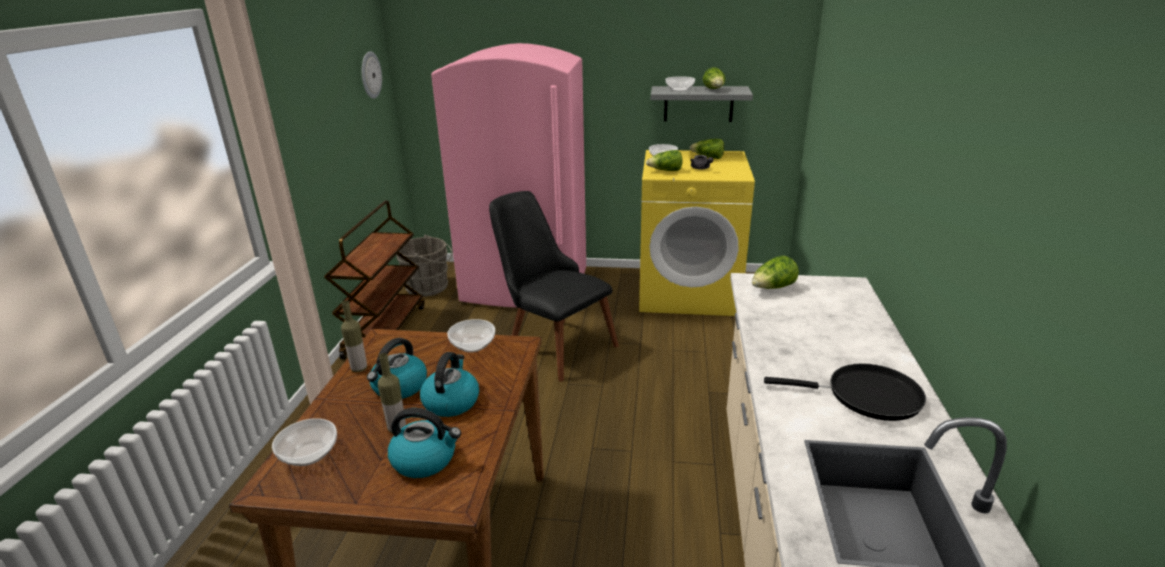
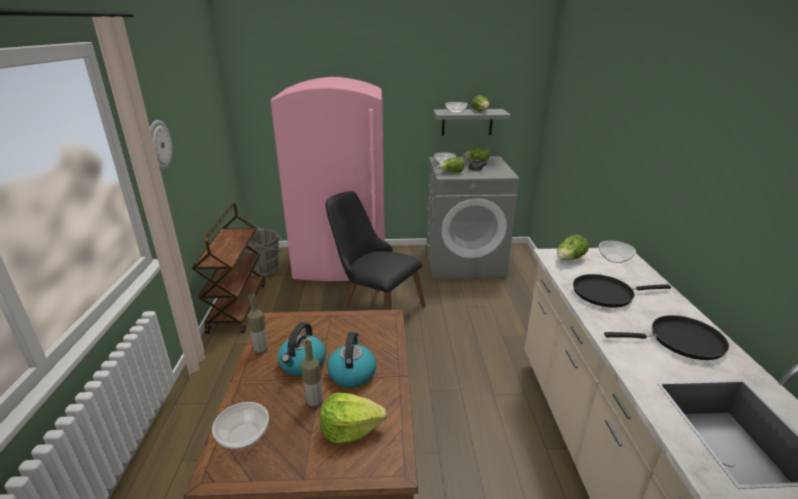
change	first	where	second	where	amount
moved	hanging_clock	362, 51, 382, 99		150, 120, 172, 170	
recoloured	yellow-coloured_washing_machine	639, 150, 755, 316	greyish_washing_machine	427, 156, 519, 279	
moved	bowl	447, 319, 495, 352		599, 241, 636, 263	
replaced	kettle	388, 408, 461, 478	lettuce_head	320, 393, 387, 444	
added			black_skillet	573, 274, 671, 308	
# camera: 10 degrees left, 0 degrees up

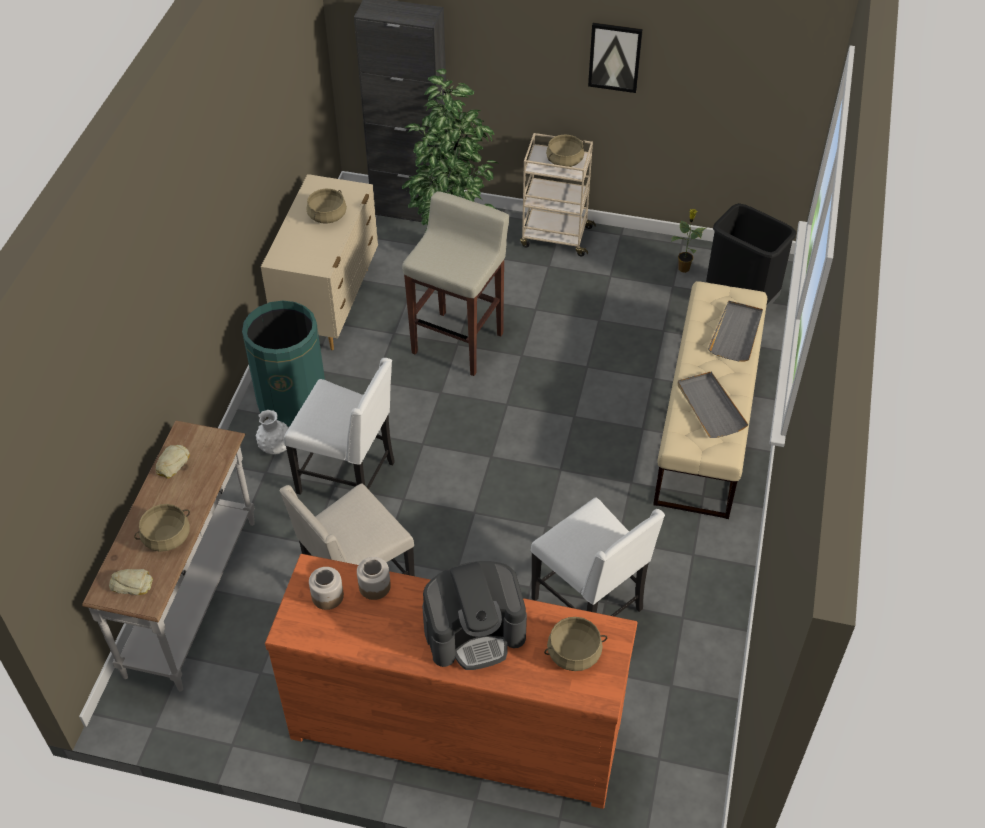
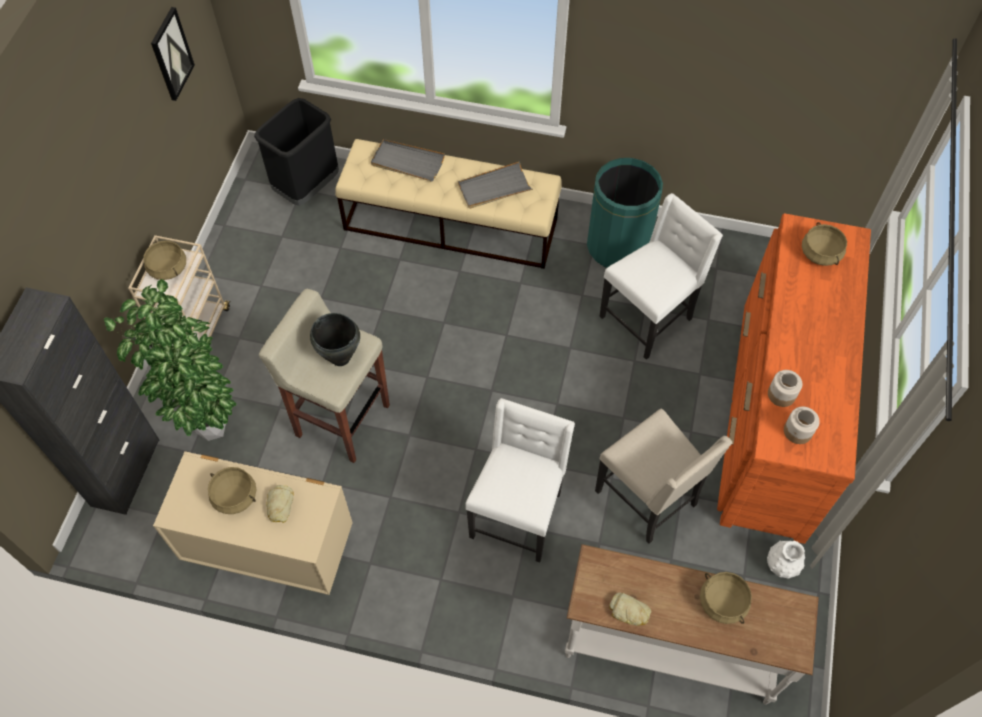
change	first	where	second	where	amount
moved	picture	588, 22, 643, 93		151, 7, 195, 101	
removed	houseplant	671, 209, 706, 273			
moved	greenish_trash_can	242, 301, 325, 427		587, 158, 663, 268	
moved	white-coloured_decorative_vase	255, 410, 288, 454		767, 541, 805, 579	
removed	coffee_machine	422, 561, 527, 670			
moved	baked_bread	109, 569, 153, 595		266, 485, 294, 523	
added			black_cooking_pot	310, 313, 360, 366	
# camera: 90 degrees left, 10 degrees up

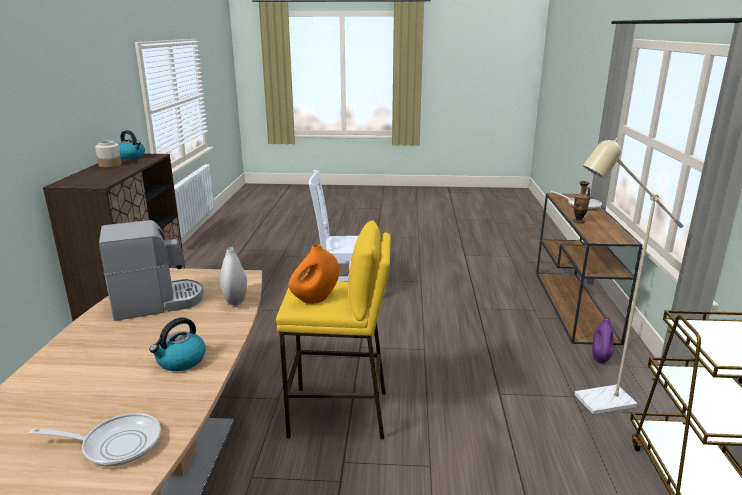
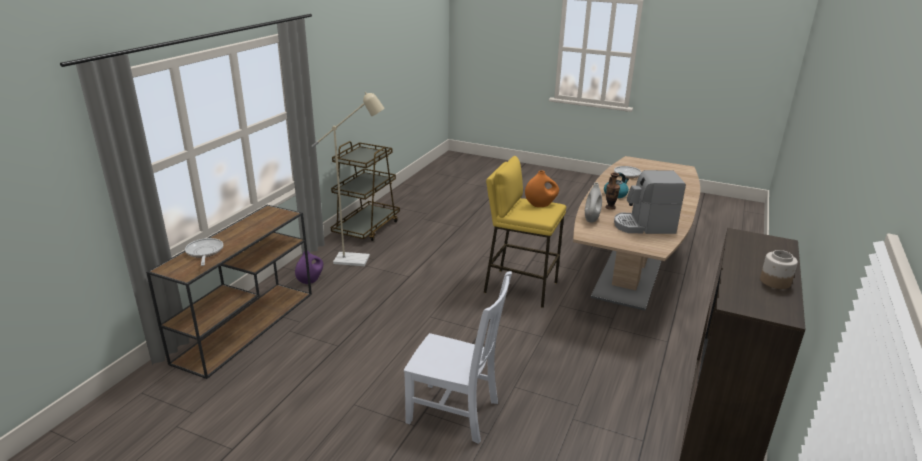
change	first	where	second	where	amount
removed	kettle	118, 130, 145, 159			
moved	decorative_vase	573, 181, 590, 224		605, 173, 620, 210	
# camera: 160 degrees left, 5 degrees up

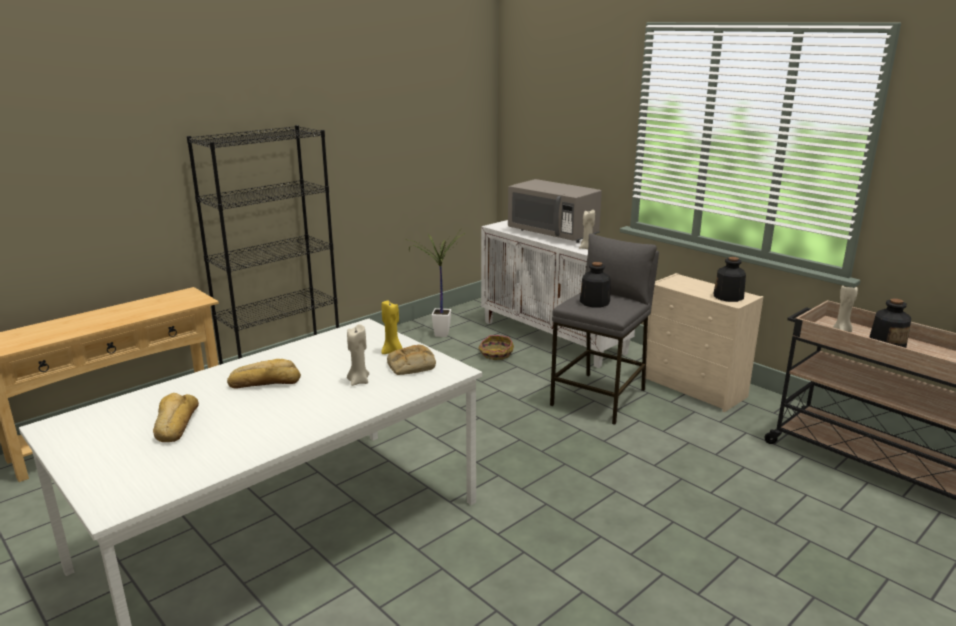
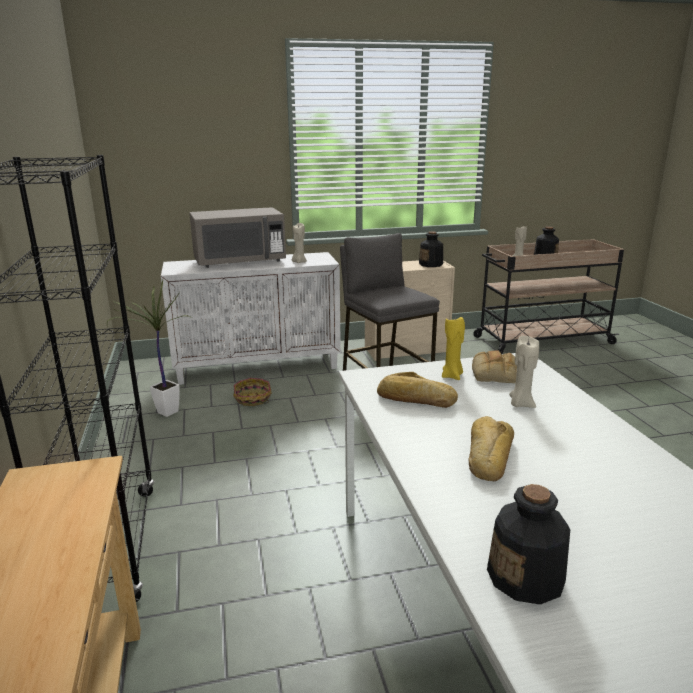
change	first	where	second	where	amount
moved	beverage_bottle	580, 262, 611, 307		487, 484, 570, 604	
moved	baked_bread	153, 393, 199, 442		377, 372, 458, 408	
# camera: 60 degrees left, 0 degrees up

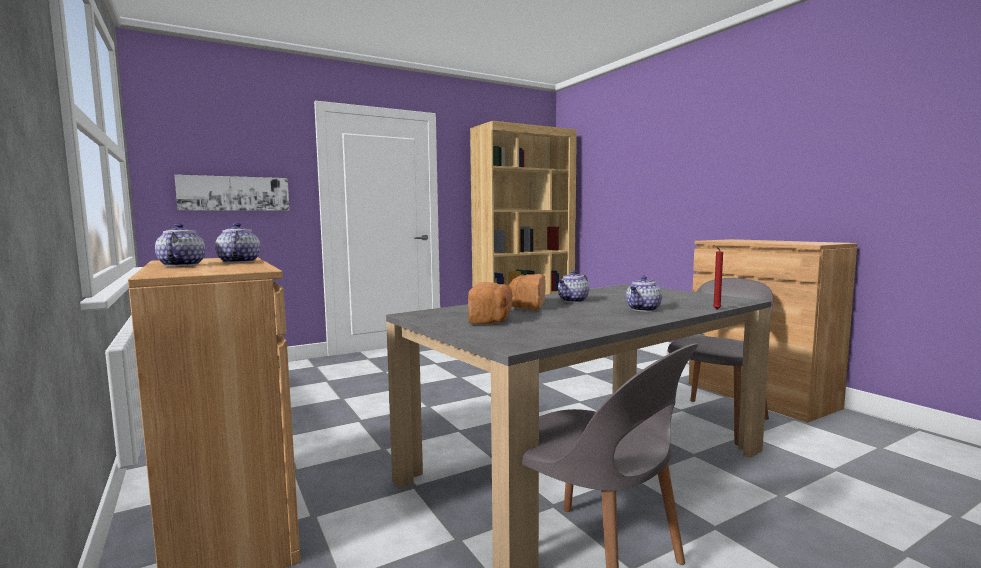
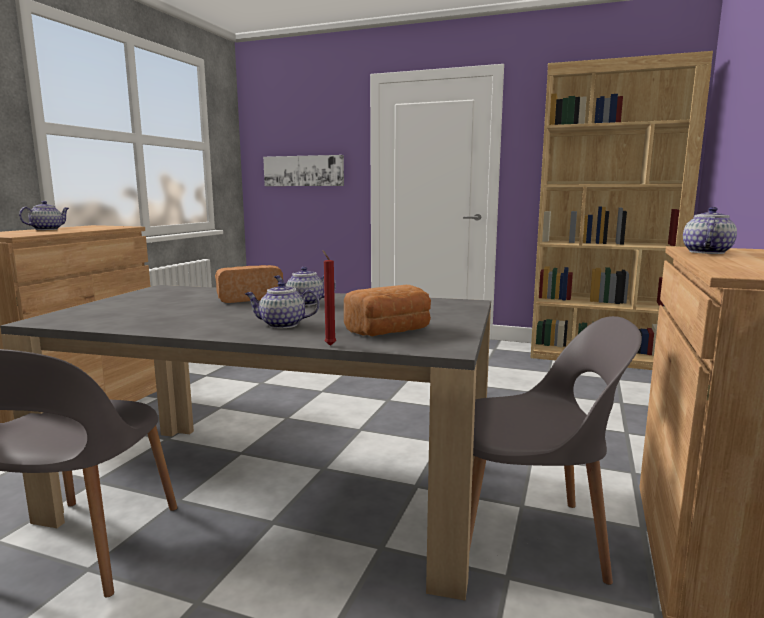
change	first	where	second	where	amount
moved	teapot	215, 223, 260, 263		683, 207, 737, 254	
moved	baked_bread	468, 282, 513, 325		344, 285, 431, 336	
# camera: 50 degrees right, 5 degrees up

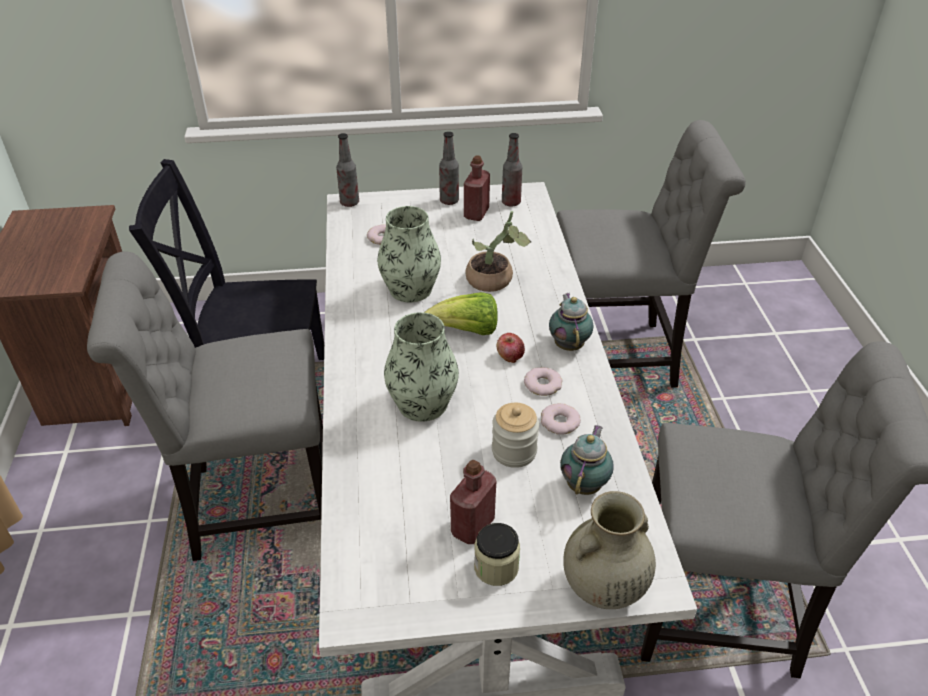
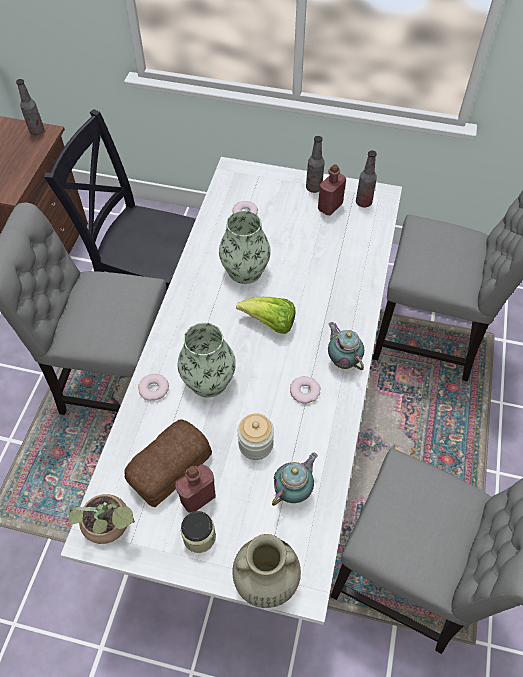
change	first	where	second	where	amount
moved	beverage_bottle	336, 133, 359, 207		16, 79, 44, 135	
moved	houseplant	465, 211, 531, 292		69, 494, 135, 544	
turned	teapot	549, 293, 593, 351		328, 322, 364, 370	45 degrees counterclockwise
removed	apple_fruit	497, 333, 525, 363			
moved	donut	541, 403, 581, 435		138, 374, 169, 401	
added			baked_bread	124, 419, 212, 507	
# camera: 20 degrees right, 15 degrees up

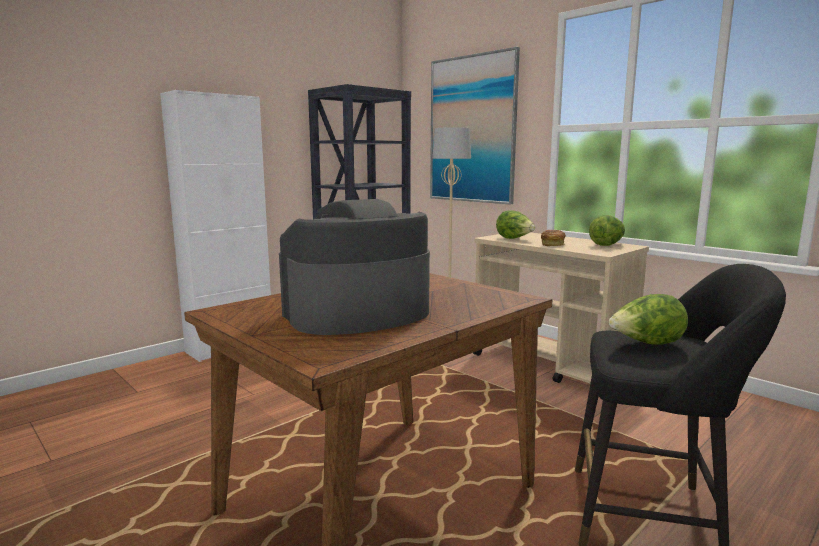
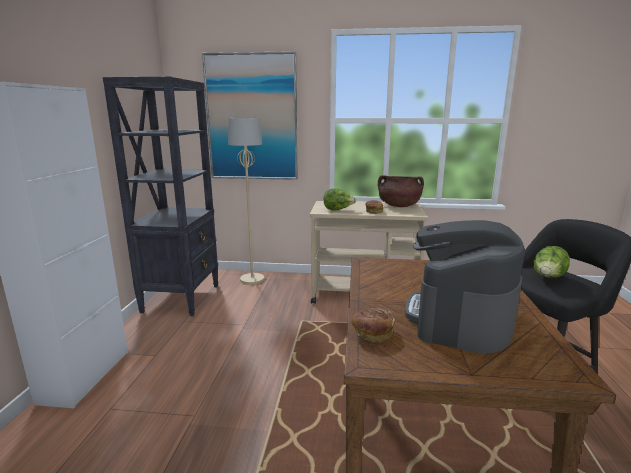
change	first	where	second	where	amount
replaced	lettuce_head	589, 215, 625, 246	brown_cooking_pot	378, 175, 424, 207	
added			baked_bread	351, 308, 395, 343	
# camera: 40 degrees left, 5 degrees up

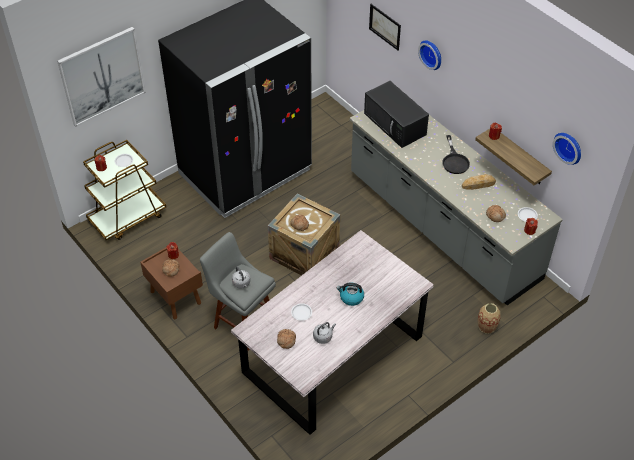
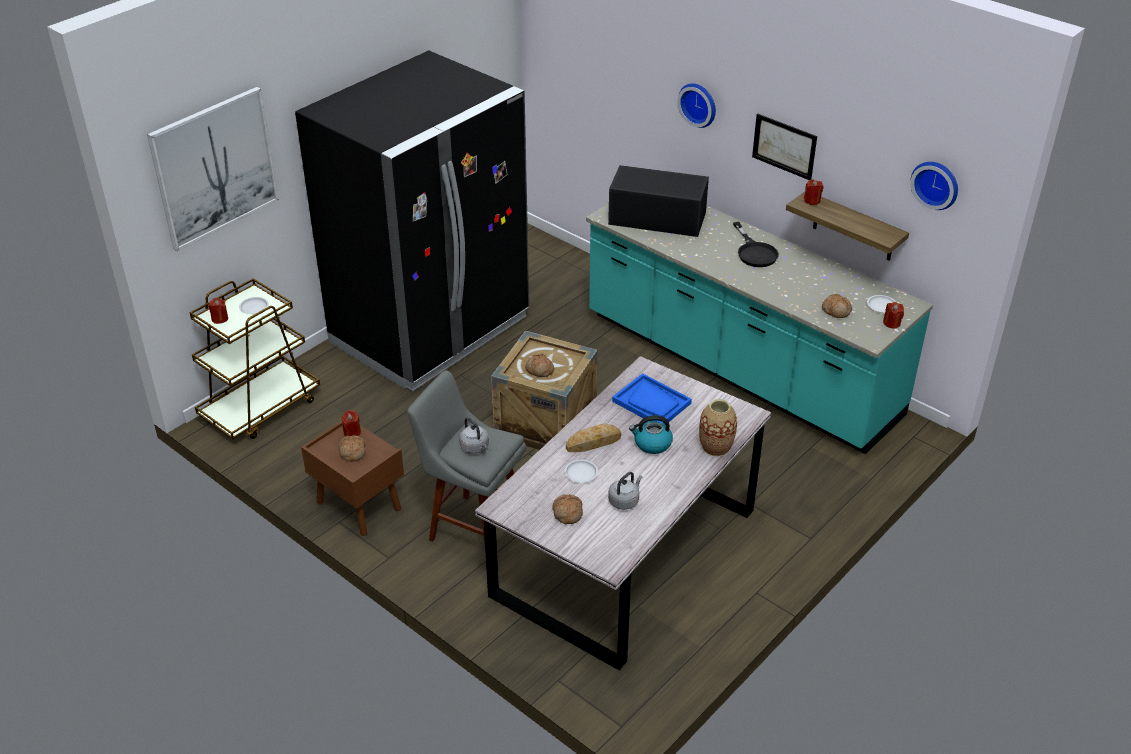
change	first	where	second	where	amount
moved	picture	369, 4, 401, 51		752, 114, 817, 180	
turned	black_kitchen_microwave	364, 81, 429, 148		608, 165, 709, 237	150 degrees clockwise
recoloured	greyish_counter	350, 110, 563, 305	turquoise_counter	586, 203, 933, 454	
moved	baked_bread	462, 174, 496, 190		566, 423, 621, 452	
moved	decorative_vase	478, 303, 500, 334		699, 399, 737, 456	
added			blue-coloured_carrying_tray	612, 373, 692, 424	
# camera: 10 degrees left, 10 degrees down

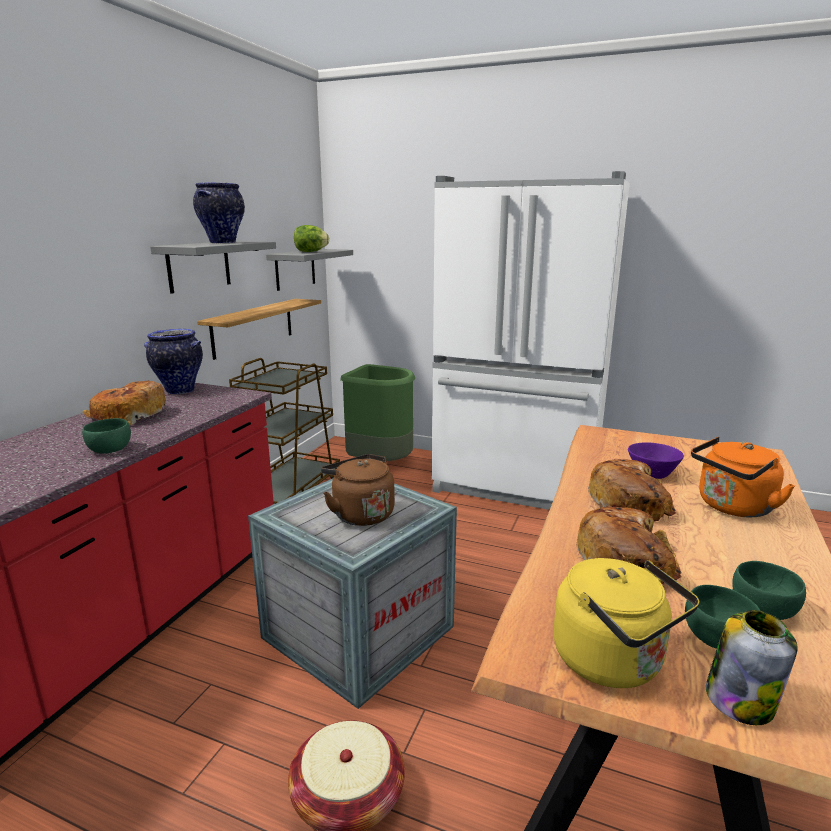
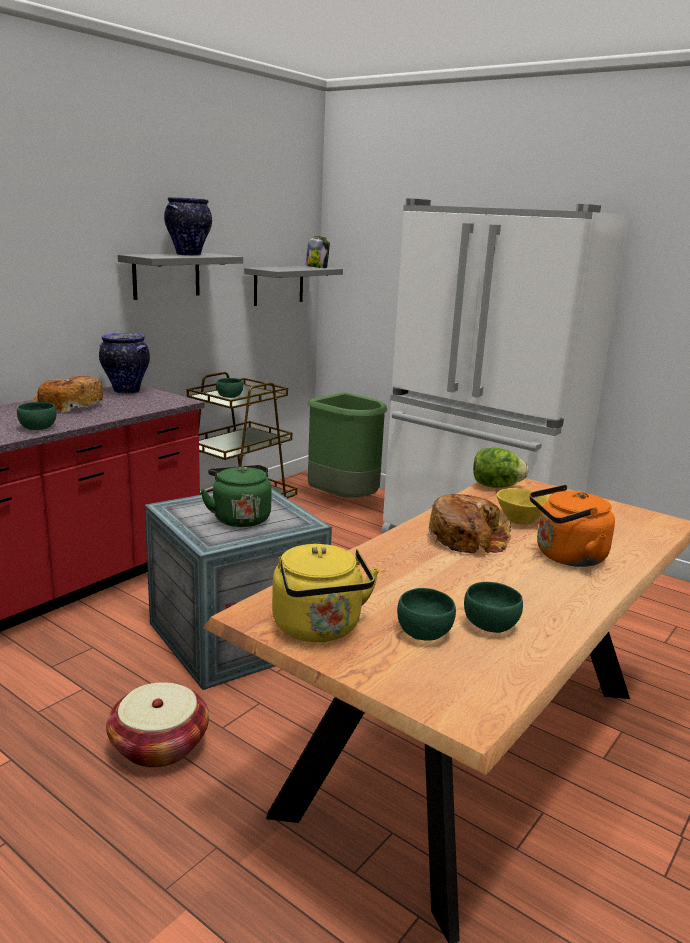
change	first	where	second	where	amount
moved	lettuce_head	294, 225, 330, 252		473, 448, 529, 488	
removed	bracket_shelf	197, 299, 321, 360			
recoloured	purple-coloured_bowl	628, 442, 684, 479	yellow-coloured_bowl	497, 488, 549, 525	
recoloured	brown_kettle	321, 454, 395, 526	greenish_kettle	201, 465, 272, 527	
removed	baked_bread	577, 507, 682, 584			
moved	storage_jar	706, 610, 797, 725		306, 236, 330, 268	
added			greenish_bowl	216, 378, 243, 398	
# camera: 15 degrees right, 0 degrees up

